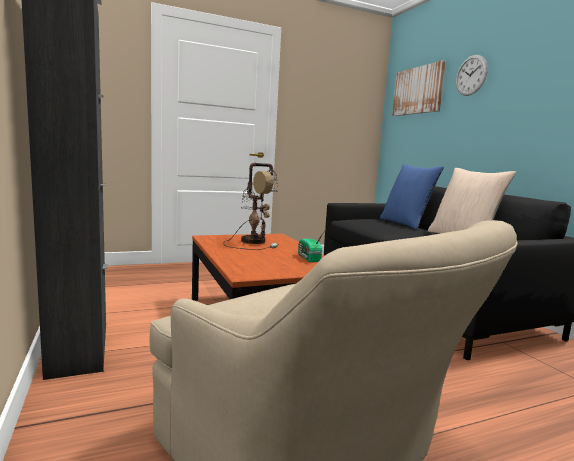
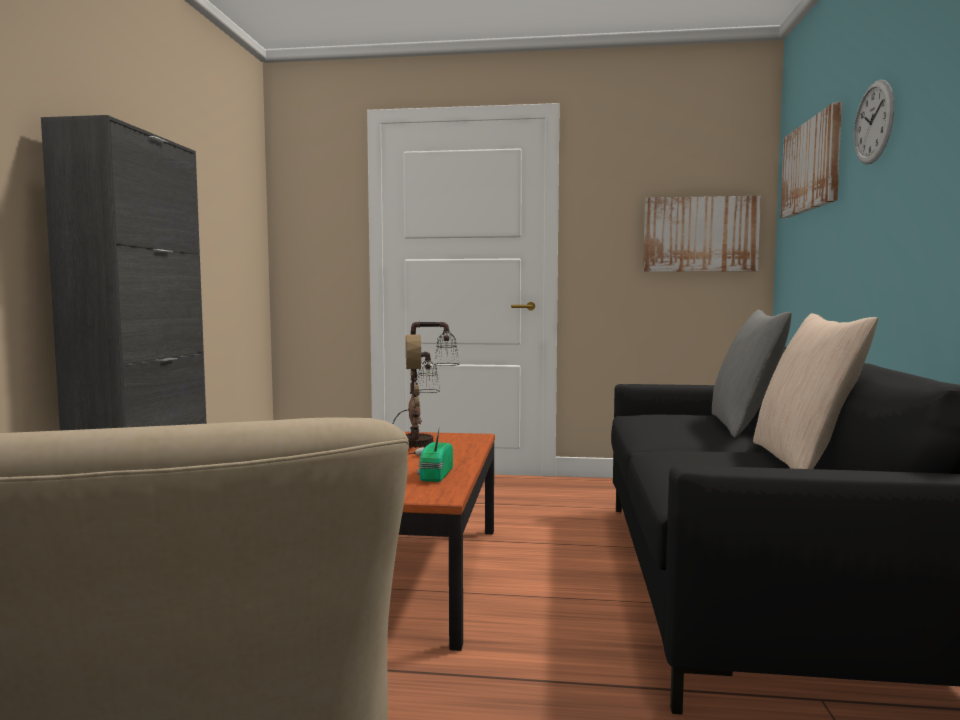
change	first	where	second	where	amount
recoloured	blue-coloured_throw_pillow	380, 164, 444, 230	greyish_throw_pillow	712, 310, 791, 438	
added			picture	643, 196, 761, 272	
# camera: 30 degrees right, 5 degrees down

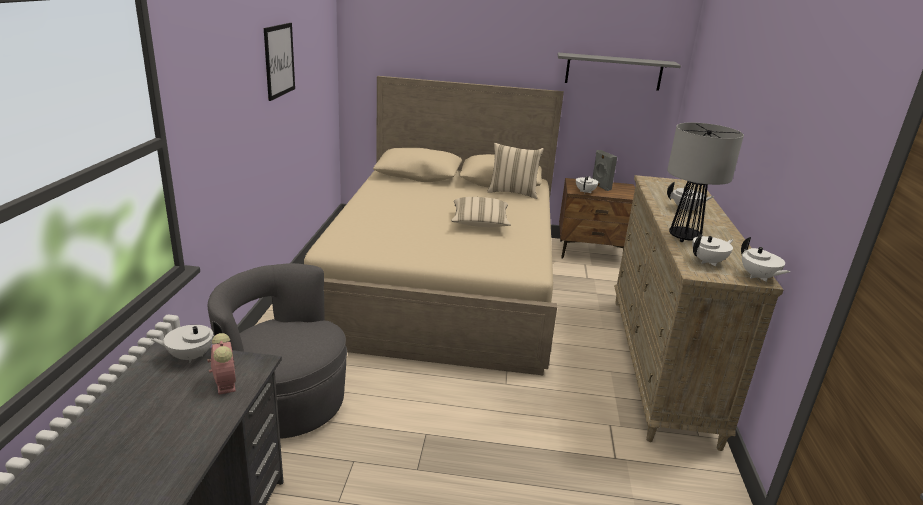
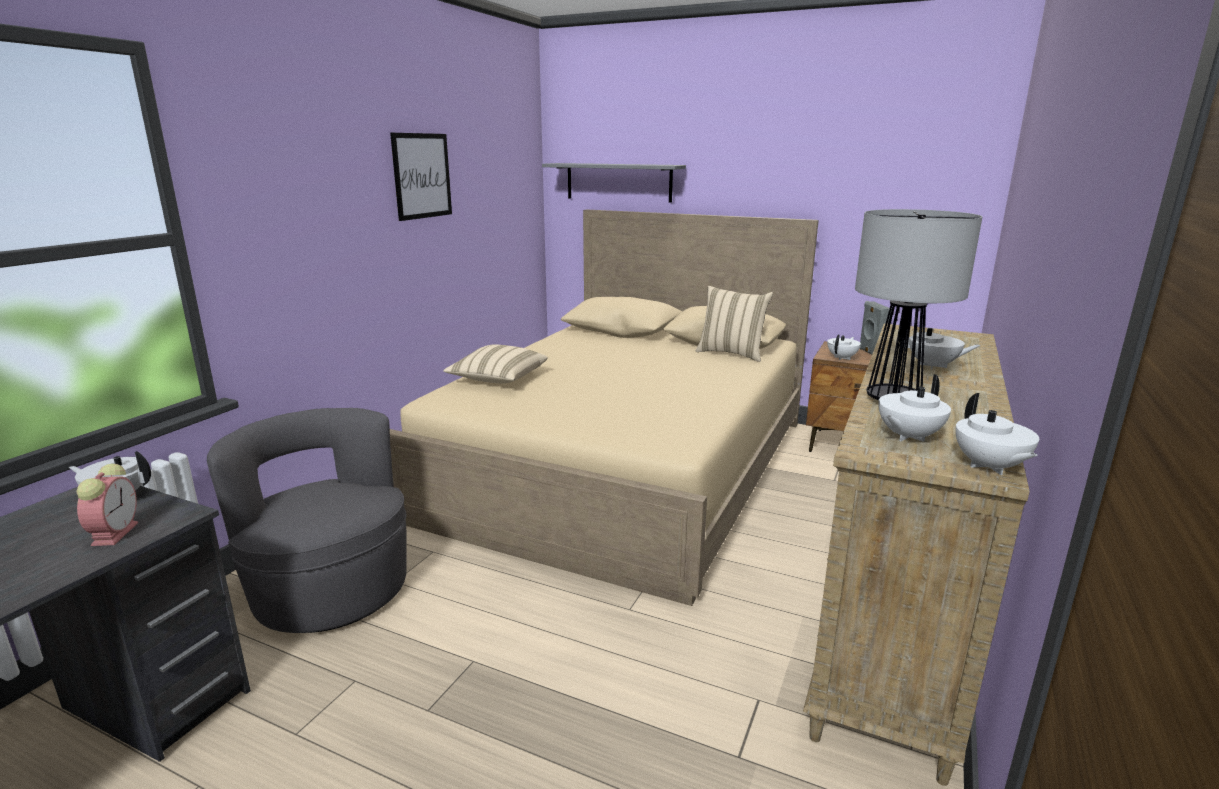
change	first	where	second	where	amount
moved	greyish_bracket_shelf	558, 53, 681, 91		542, 163, 686, 203	
moved	beige-coloured_throw_pillow	451, 197, 511, 227		443, 345, 548, 383	
turned	white-coloured_teapot	692, 234, 733, 266		878, 374, 951, 442	150 degrees clockwise
# camera: 20 degrees right, 5 degrees down

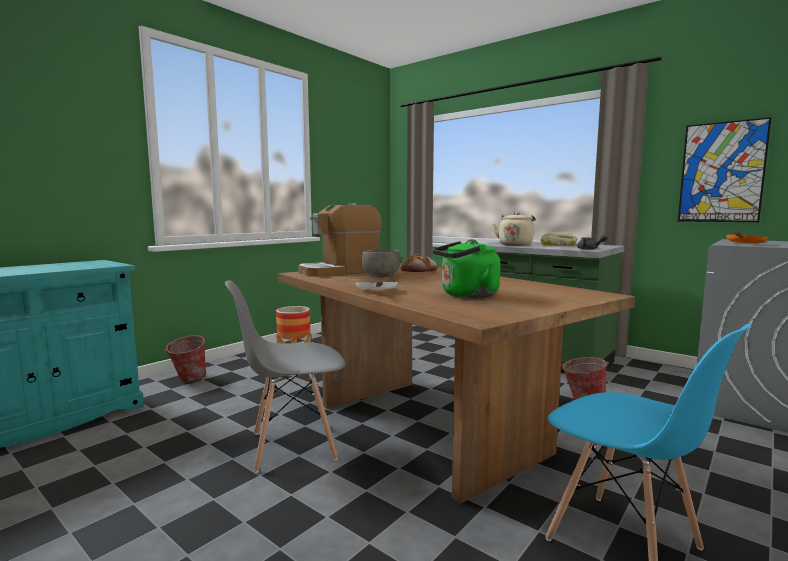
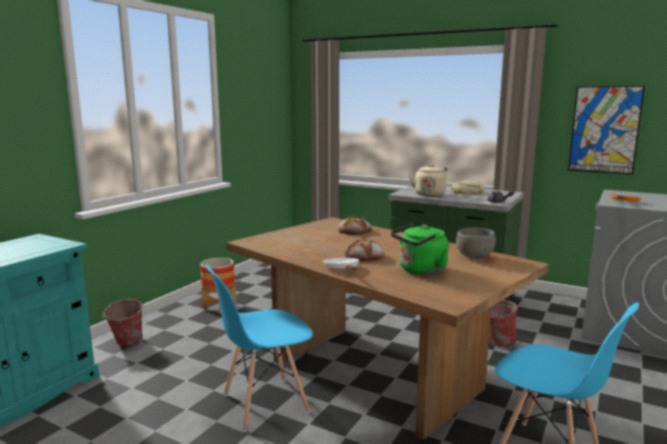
change	first	where	second	where	amount
removed	coffee_machine	298, 203, 382, 277			
moved	greyish_bowl	362, 249, 401, 278		456, 227, 496, 259	
recoloured	greyish_upright_chair	225, 280, 345, 473	blue-coloured_upright_chair	206, 264, 313, 432	
added			baked_bread	345, 238, 384, 261	
# camera: 10 degrees left, 5 degrees up

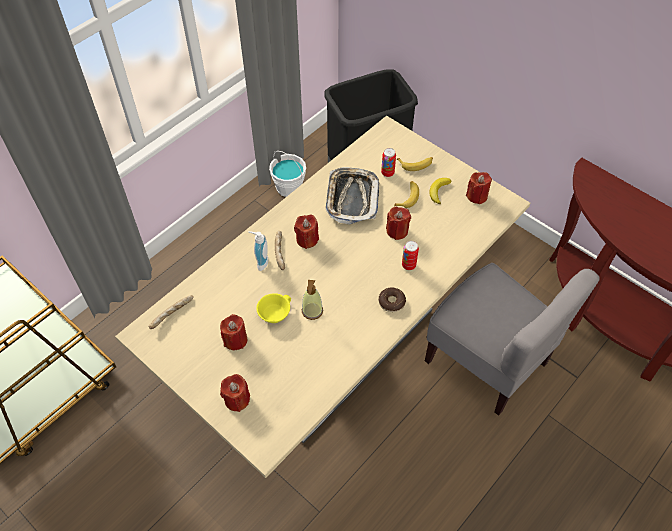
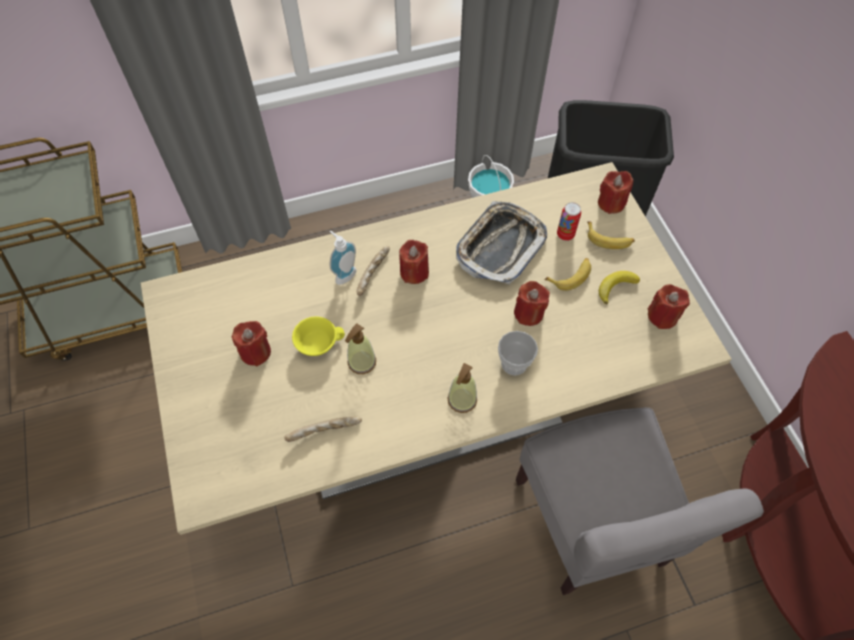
change	first	where	second	where	amount
replaced	can	402, 241, 419, 270	small_cup	498, 331, 538, 376	
replaced	donut	378, 288, 406, 312	liquid_soap_bottle	448, 363, 477, 413	
moved	baked_bread	149, 295, 194, 329		284, 416, 362, 442	
moved	red-coloured_wax_light	220, 374, 250, 412		598, 171, 633, 214	
# camera: 30 degrees right, 5 degrees up

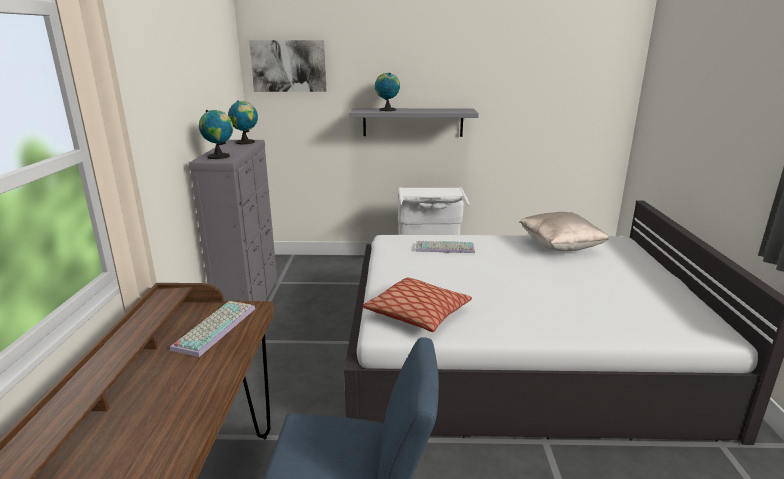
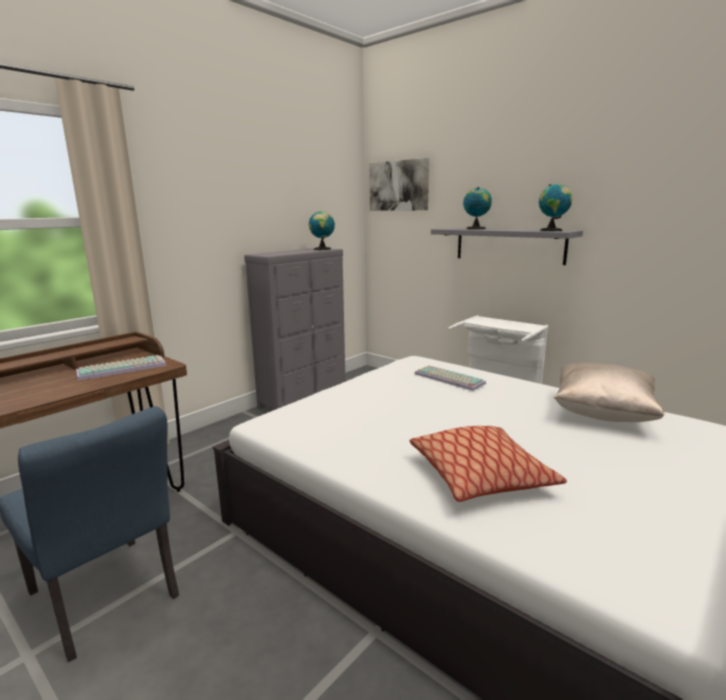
change	first	where	second	where	amount
moved	world_globe	199, 110, 233, 159		539, 184, 572, 231	
moved	throw_pillow	363, 278, 472, 332		410, 426, 567, 502	
# camera: 40 degrees right, 5 degrees down

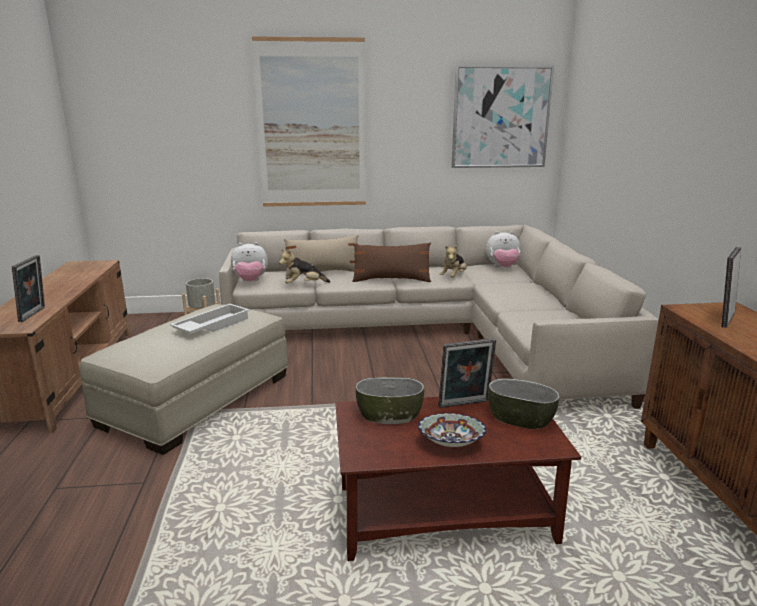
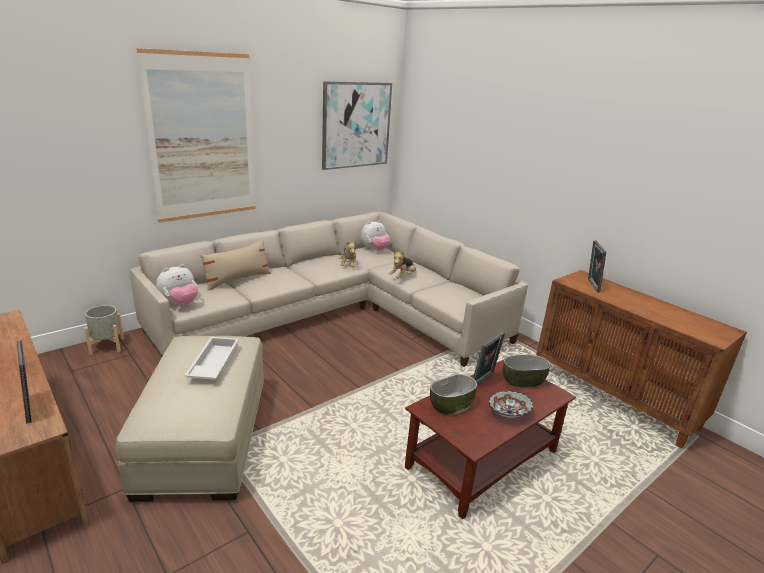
change	first	where	second	where	amount
removed	brown_throw_pillow	352, 242, 431, 282			
moved	plush_toy	279, 250, 330, 284		389, 251, 416, 279	
# camera: 35 degrees left, 5 degrees up

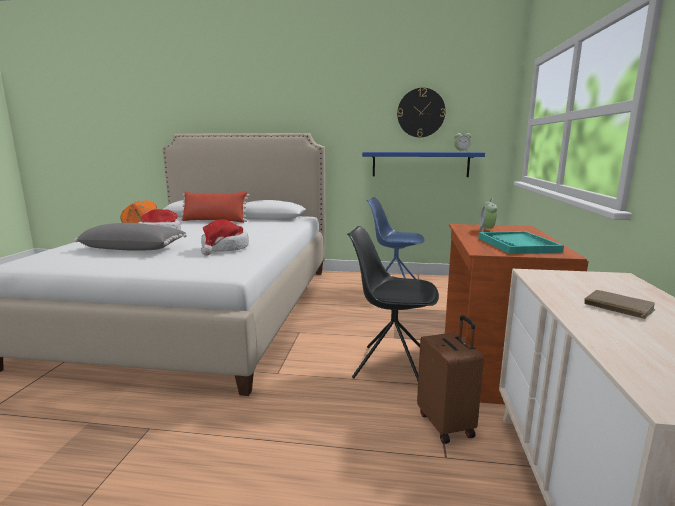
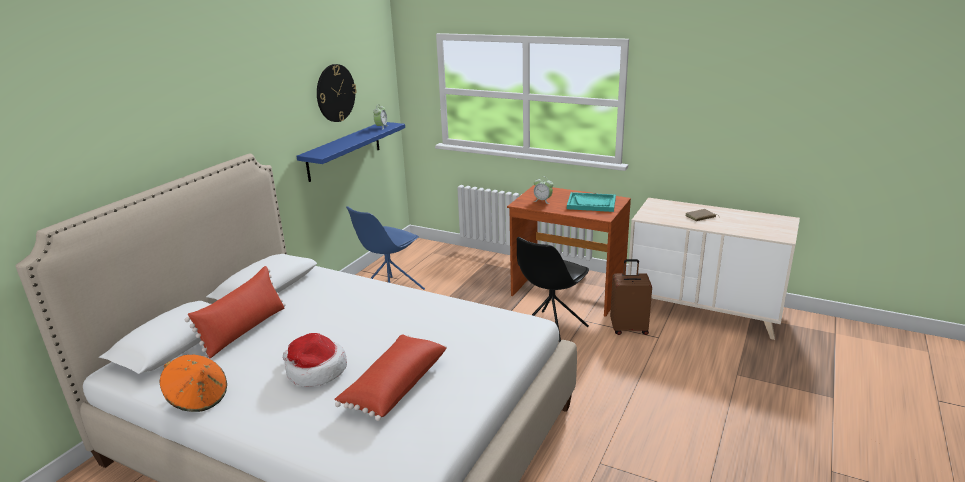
change	first	where	second	where	amount
removed	hat	201, 219, 249, 255			
recoloured	greyish_throw_pillow	74, 223, 187, 251	red-coloured_throw_pillow	334, 335, 447, 421	
# camera: 70 degrees left, 10 degrees up

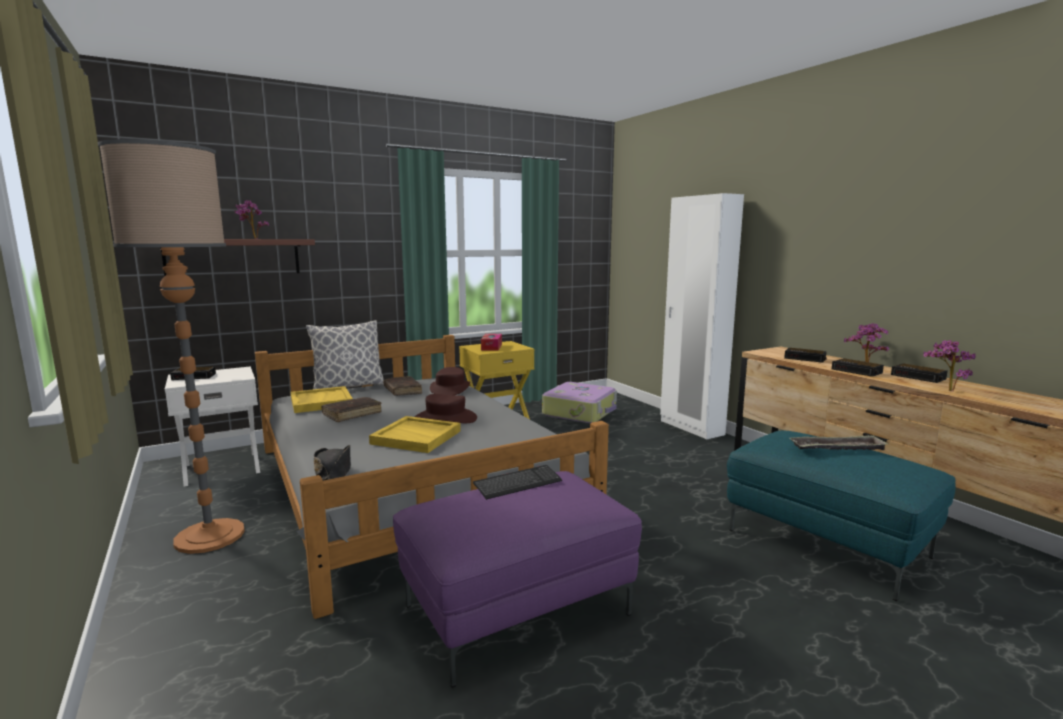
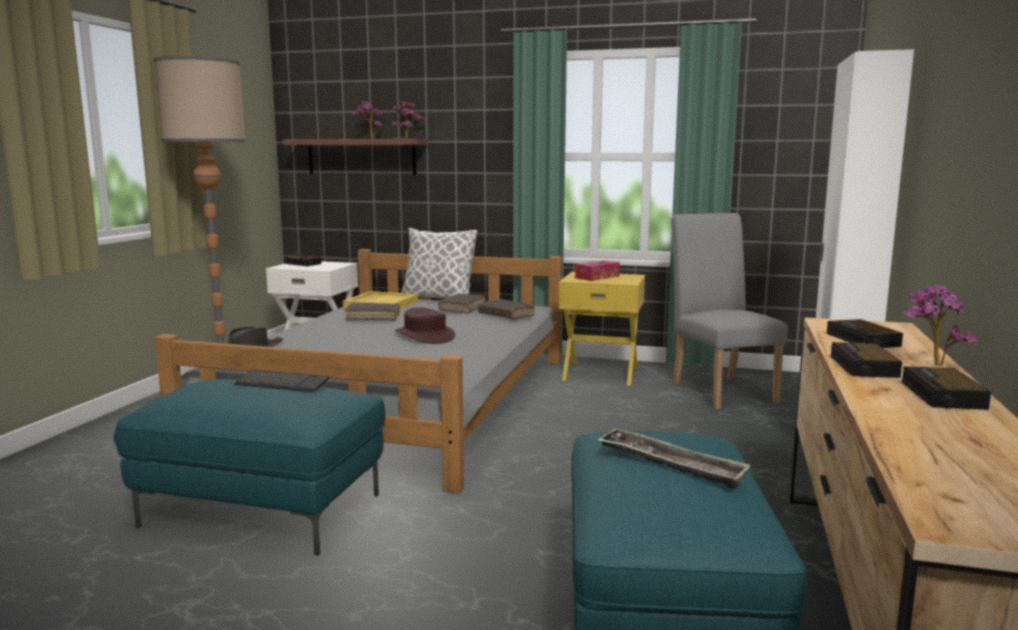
change	first	where	second	where	amount
moved	houseplant	923, 340, 976, 391		392, 101, 426, 139	
replaced	brown_hat	430, 367, 470, 395	brown_book	478, 299, 535, 319	
replaced	travel_case	542, 382, 617, 423	greyish_upright_chair	671, 213, 788, 410	
removed	yellow-coloured_carrying_tray	369, 416, 461, 453			
recoloured	purple-coloured_ottoman	393, 471, 642, 688	turquoise_ottoman	114, 379, 386, 555	
# camera: 45 degrees right, 0 degrees up

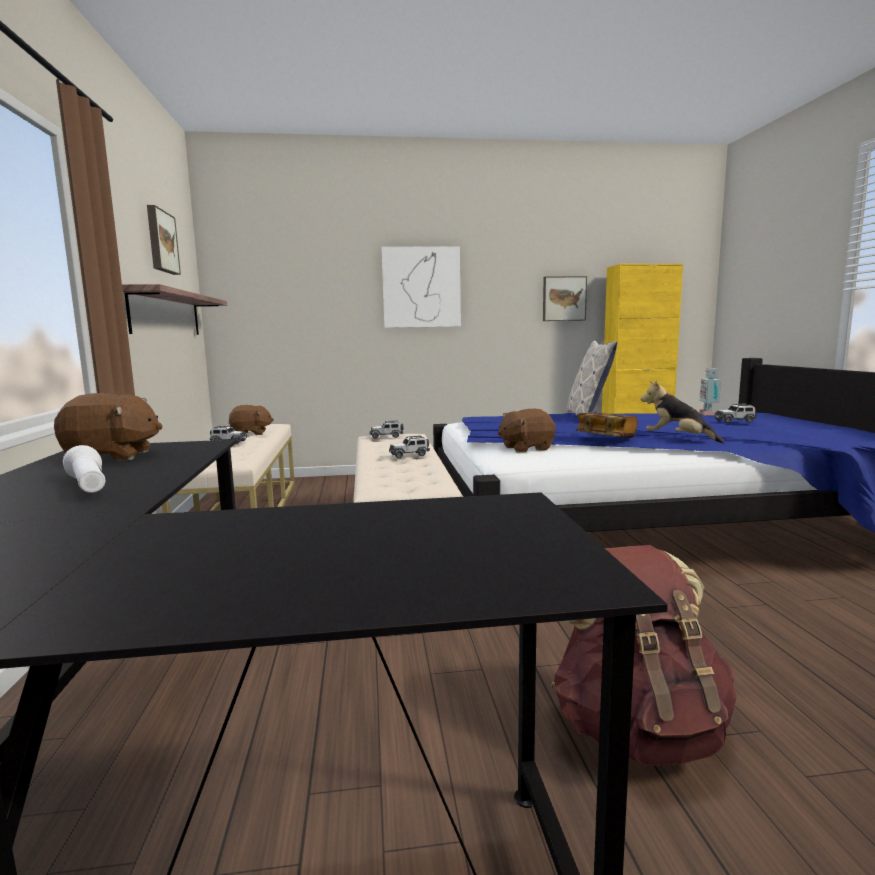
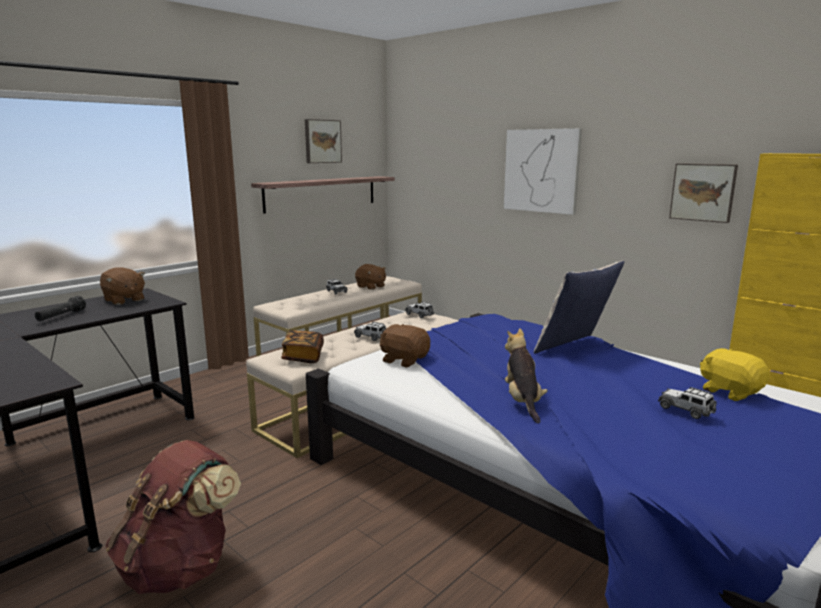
change	first	where	second	where	amount
replaced	model_robot	699, 368, 721, 415	yellow-coloured_plush_toy	700, 348, 769, 401	
moved	book	576, 412, 638, 438		281, 330, 324, 363	
recoloured	white-coloured_hand_torch	63, 445, 105, 493	black_hand_torch	35, 296, 86, 321	
# camera: 50 degrees right, 5 degrees up

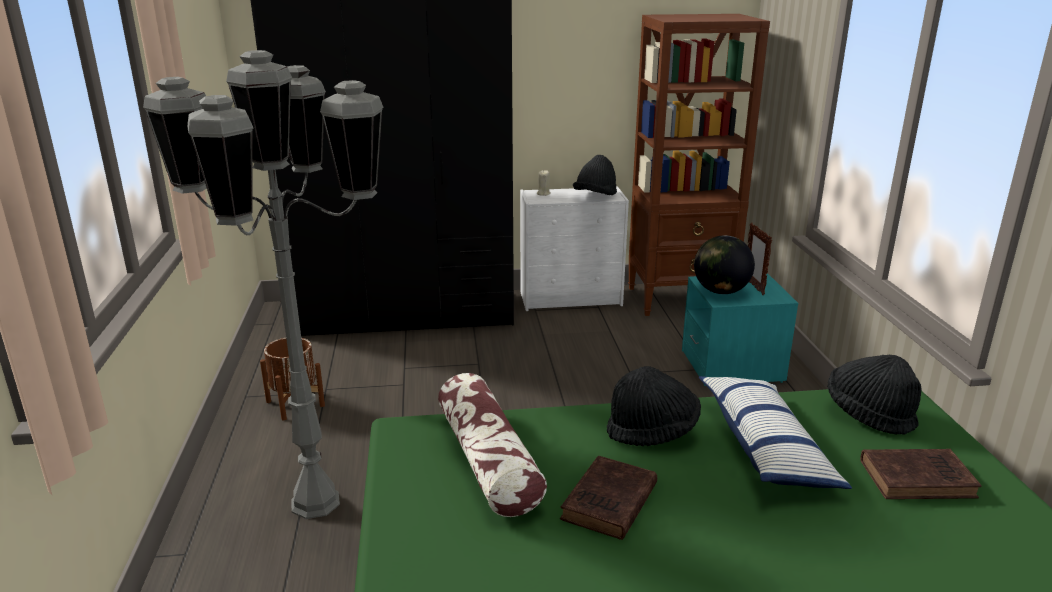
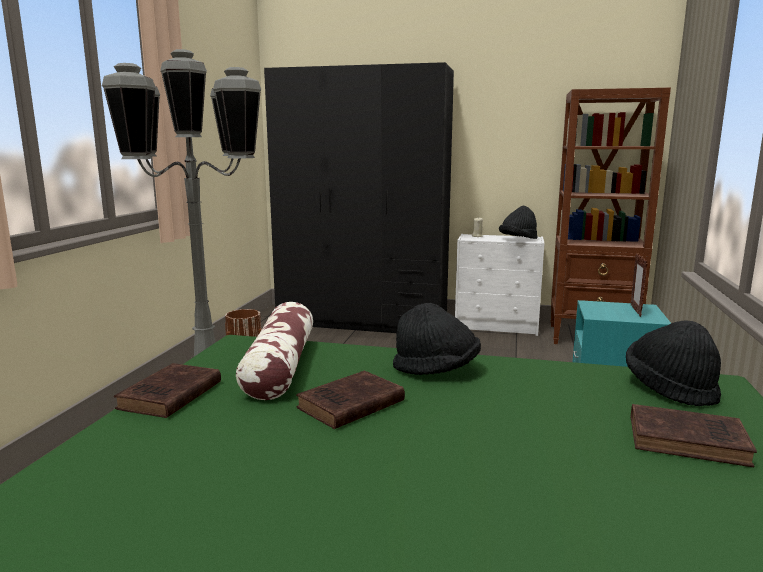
change	first	where	second	where	amount
removed	world_globe	694, 235, 755, 294			
removed	throw_pillow	699, 376, 852, 489			
added			brown_book	114, 363, 221, 418	
# camera: 20 degrees right, 10 degrees down

